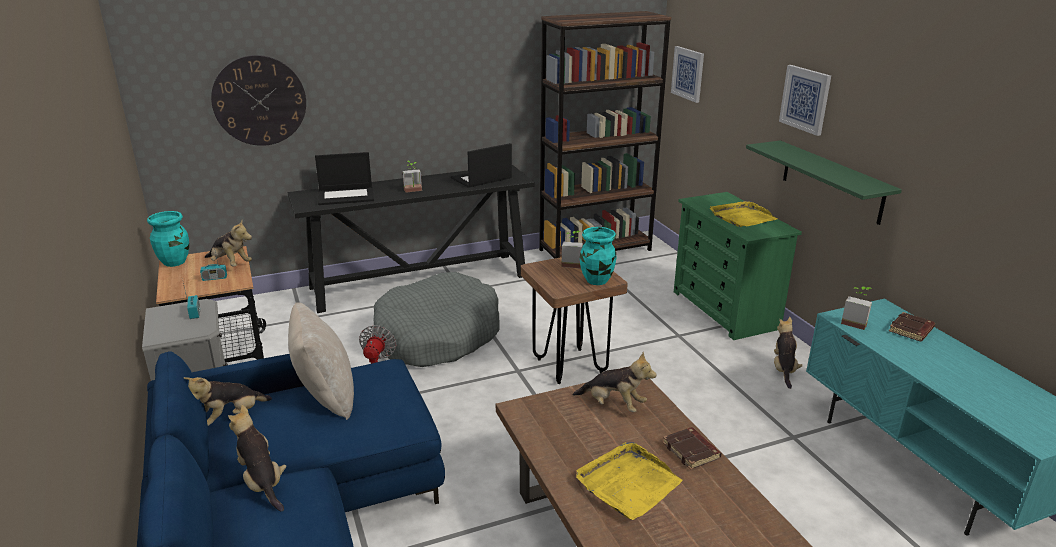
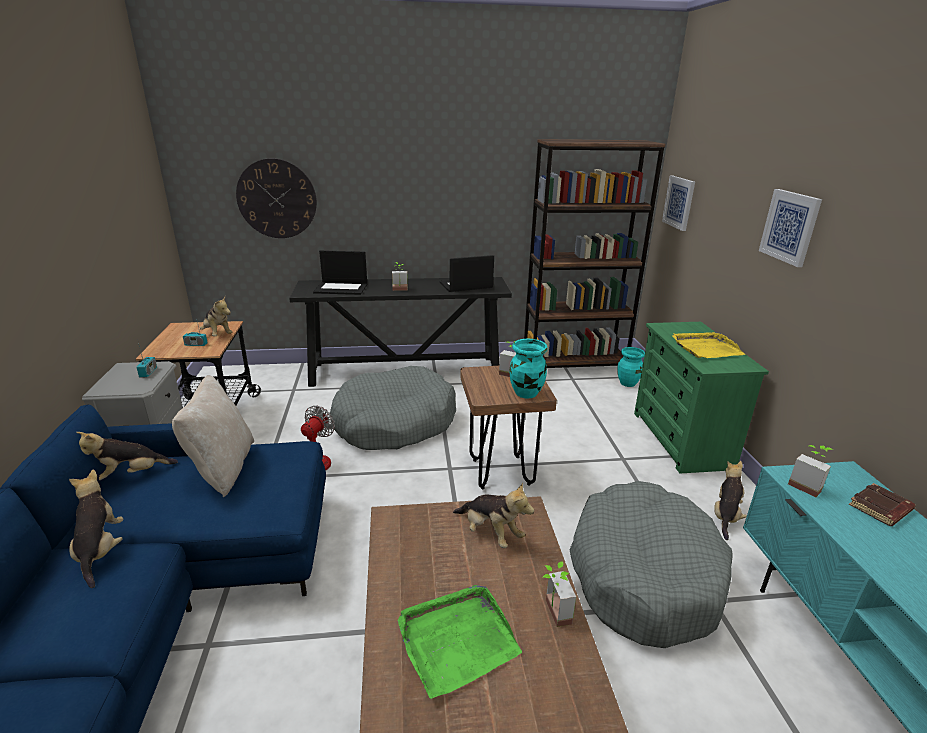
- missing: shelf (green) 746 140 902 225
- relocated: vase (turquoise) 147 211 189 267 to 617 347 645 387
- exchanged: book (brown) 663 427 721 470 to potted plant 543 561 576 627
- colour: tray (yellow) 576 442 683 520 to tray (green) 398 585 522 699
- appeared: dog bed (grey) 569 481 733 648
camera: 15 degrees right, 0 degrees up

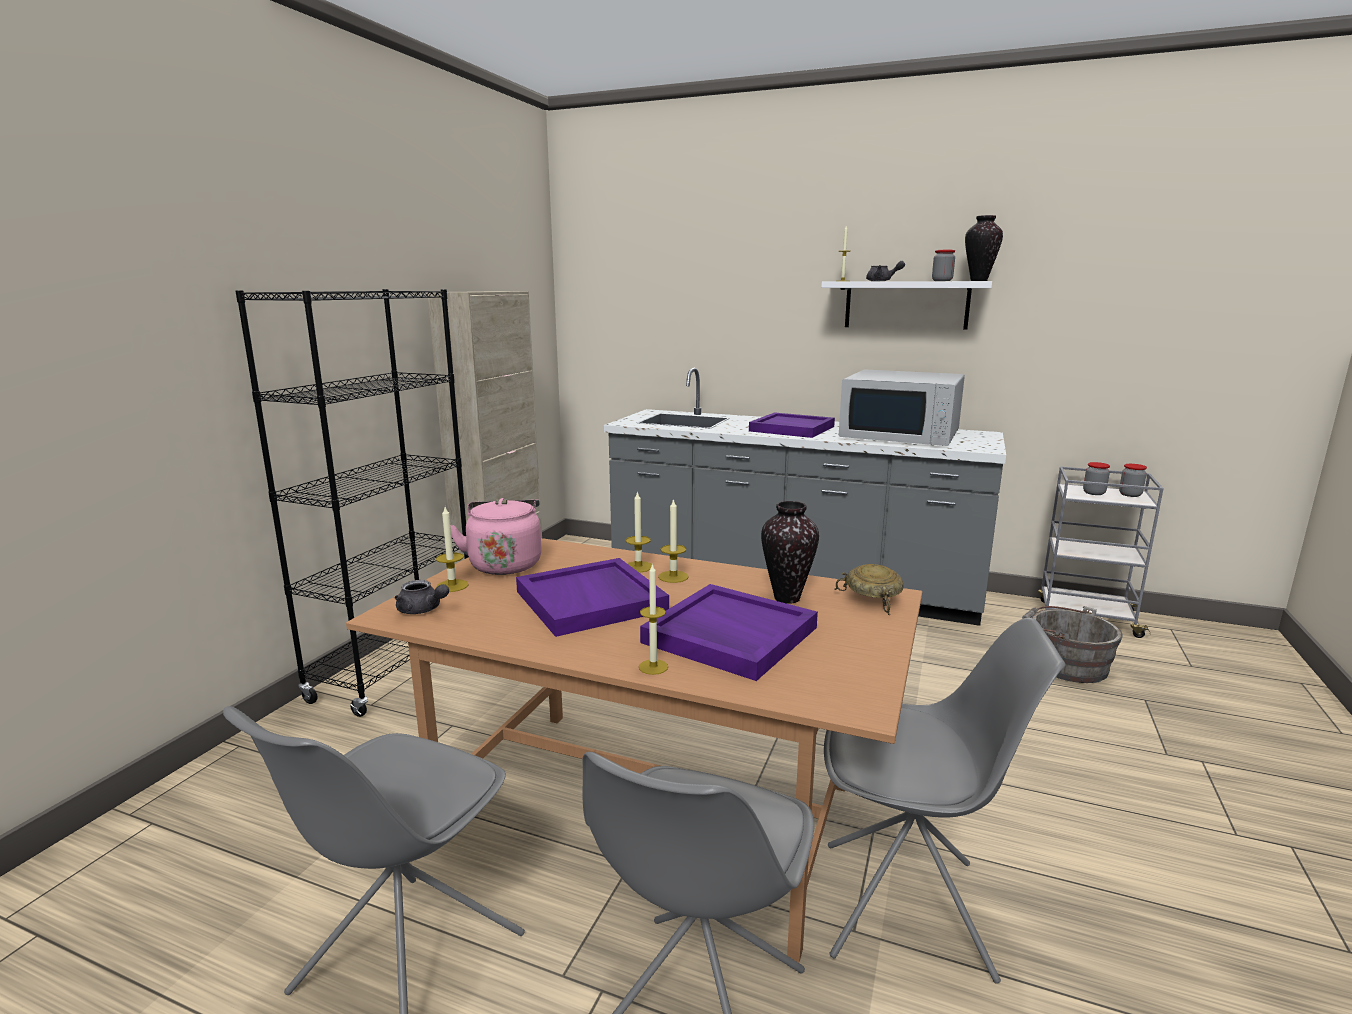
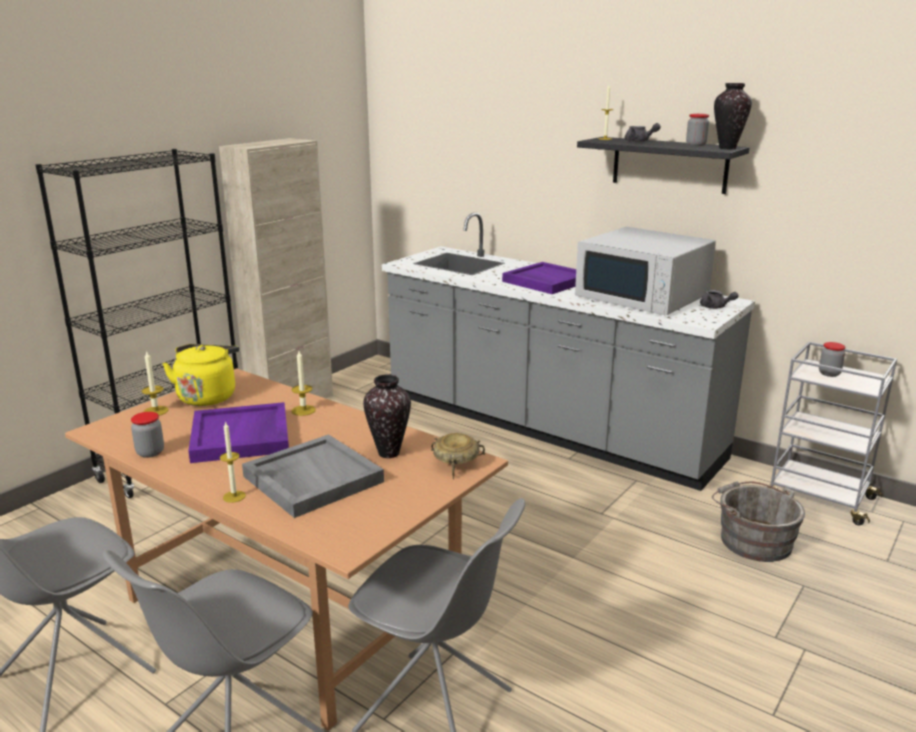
- colour: shelf (white) 821 281 992 330 to shelf (black) 577 137 750 194
- relocated: jar 1119 464 1147 497 to 131 412 164 458
- colour: kettle (pink) 450 498 542 575 to kettle (yellow) 162 344 240 406
- missing: candle 658 498 689 583
- relocated: teapot (grey) 395 580 449 614 to 700 290 739 309
- colour: tray (purple) 640 584 818 681 to tray (grey) 242 434 384 518
camera: 15 degrees right, 5 degrees up

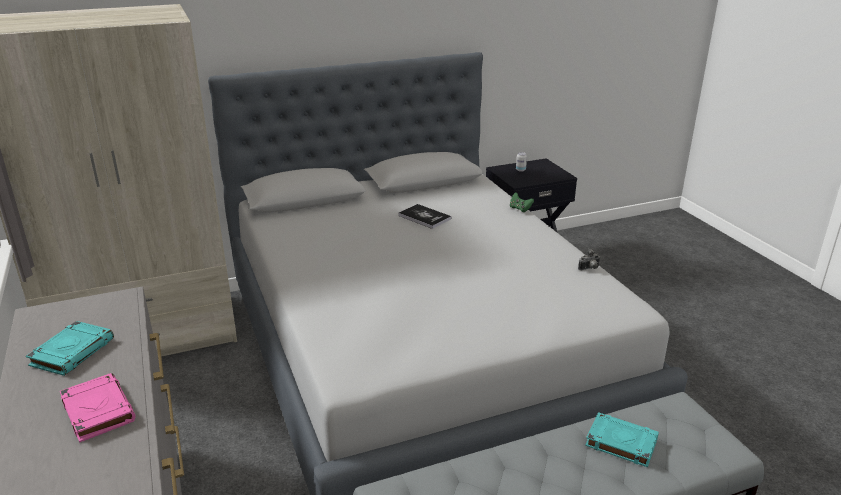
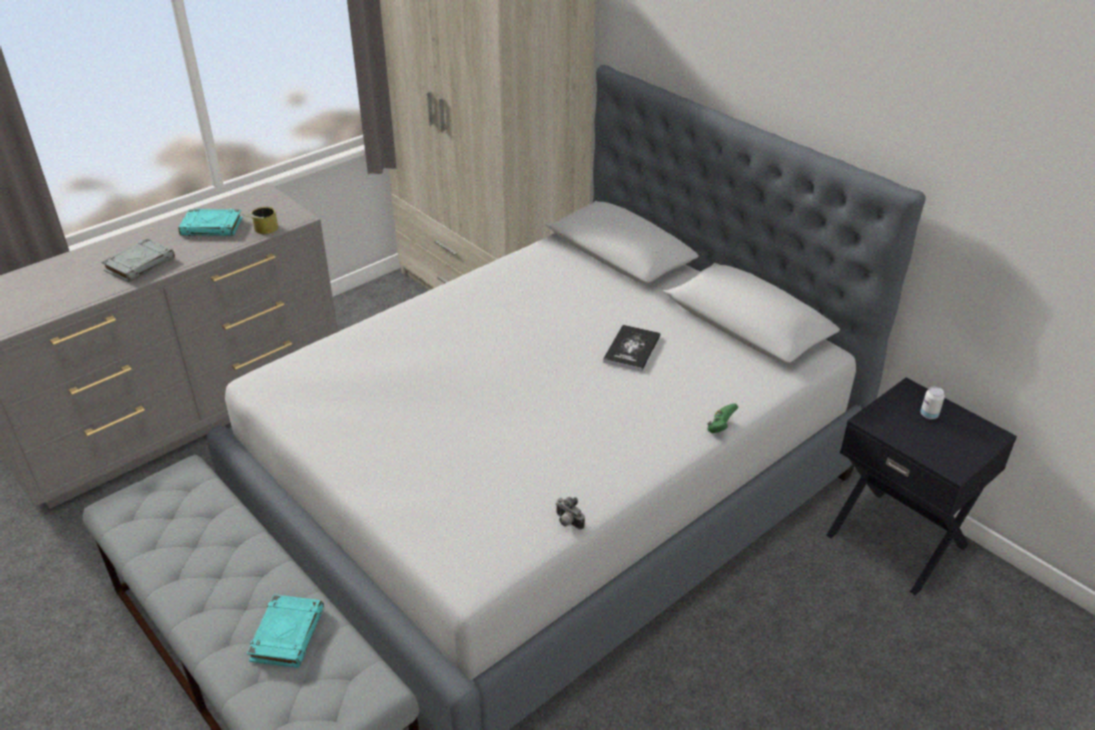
- colour: book (pink) 60 373 135 443 to book (grey) 101 238 175 282
- appeared: can 243 207 278 234
camera: 70 degrees right, 10 degrees up

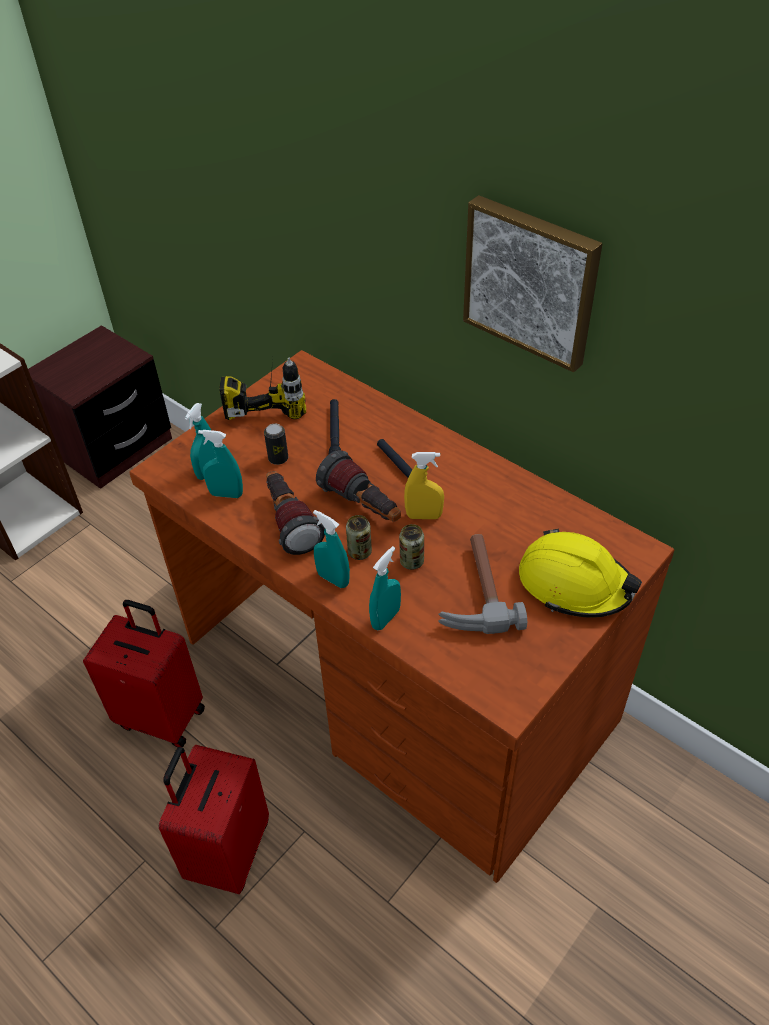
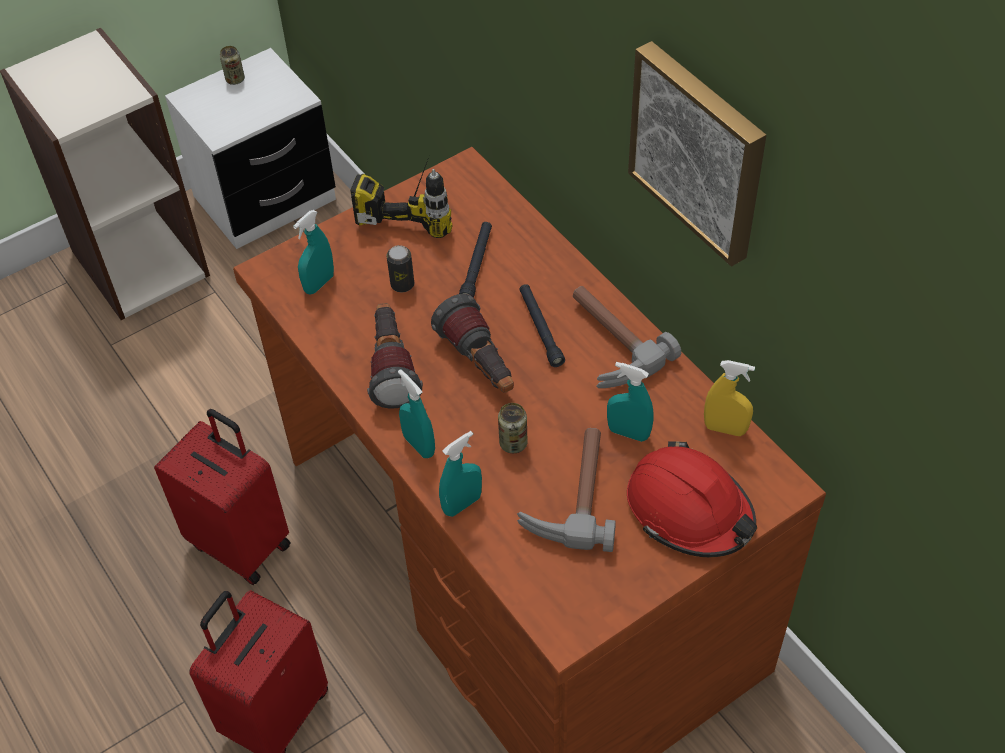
- colour: nightstand (brown) 28 325 172 489 to nightstand (white) 165 48 336 249
- relocated: spray bottle (turquoise) 198 430 243 498 to 607 362 654 442
- relocated: spray bottle (yellow) 404 452 444 519 to 704 360 755 436
- relocated: can 346 515 372 560 to 220 46 245 85
- colour: hard hat (yellow) 519 528 642 618 to hard hat (red) 627 441 757 557
- appeared: hammer 573 286 681 388
camera: 15 degrees right, 5 degrees up

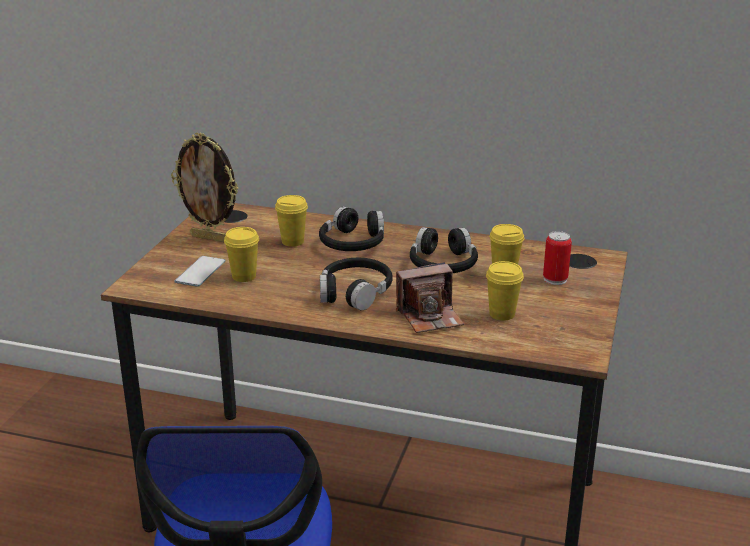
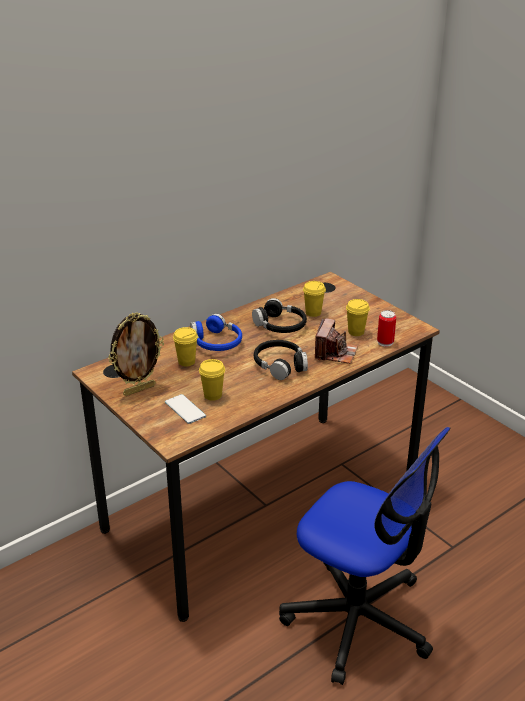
- colour: headphones (black) 319 206 384 251 to headphones (blue) 190 313 242 351
- relocated: can 543 231 572 285 to 377 310 396 347
camera: 55 degrees left, 5 degrees up

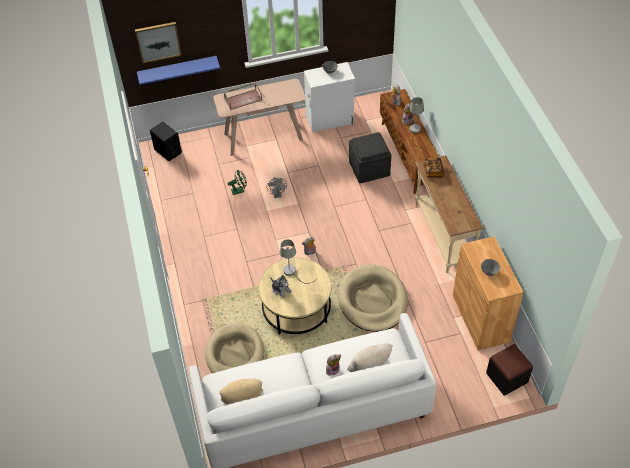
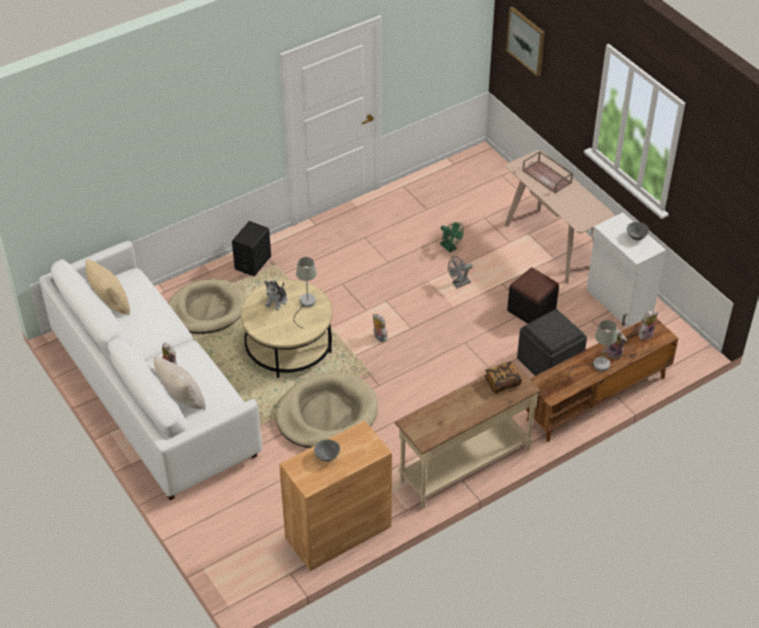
- missing: shelf (blue) 137 56 220 85
- relocated: speaker (black) 150 122 182 161 to 232 221 271 276
- relocated: ottoman (black) 486 344 533 396 to 507 267 559 324
camera: 70 degrees right, 5 degrees down

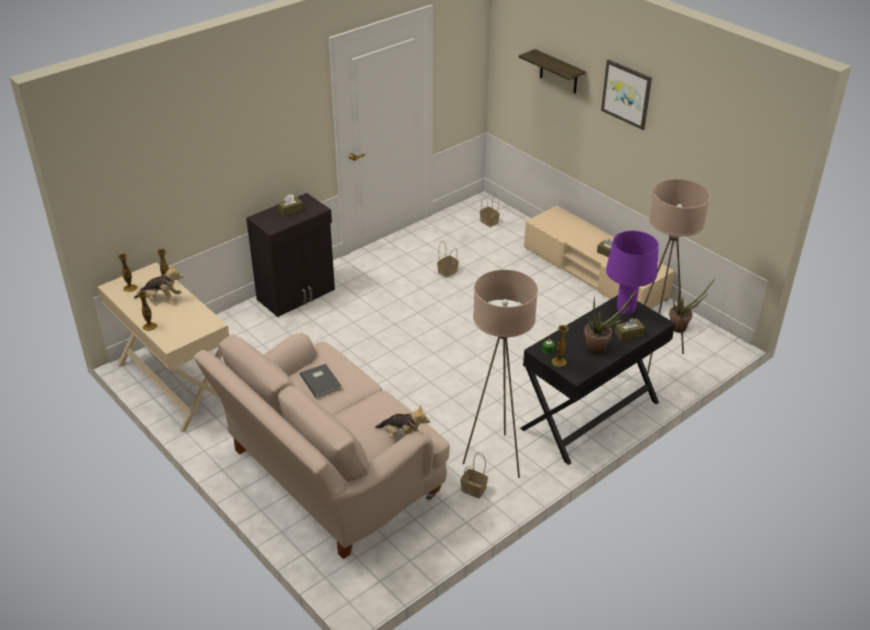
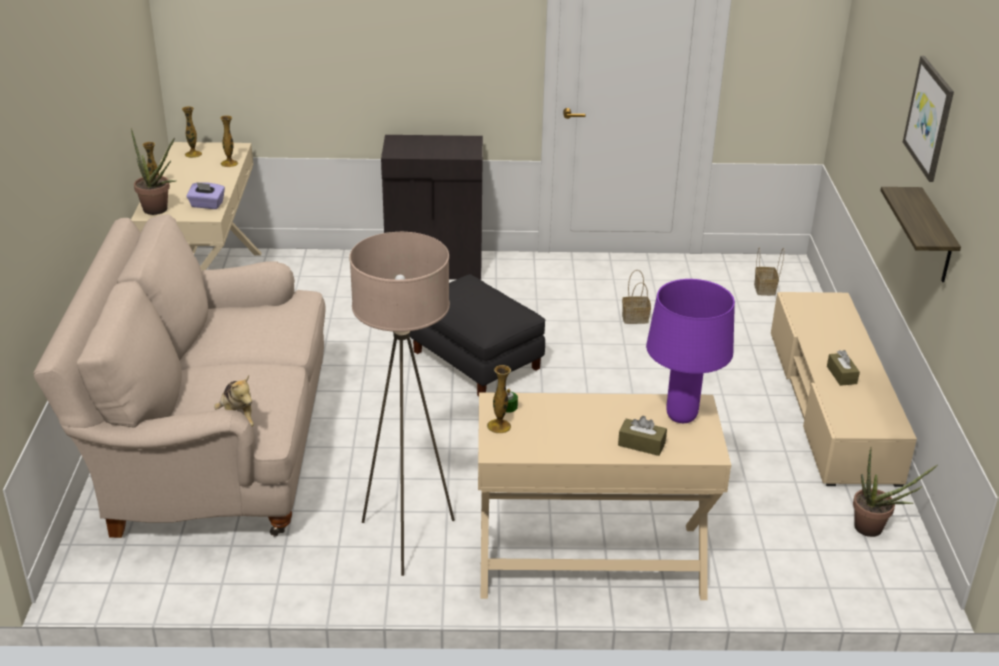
- relocated: shelf 519 49 586 94 to 880 187 961 282
- missing: floor lamp (beige) 644 179 710 374
- missing: tissue box (brown) 278 194 303 216
- missing: plush toy 134 264 183 301
- relocated: potted plant 584 290 637 355 to 131 128 177 215
- colour: console table (black) 520 295 675 465 to console table (beige) 478 392 731 600
- missing: book (grey) 300 364 342 398
- missing: basket 461 452 488 498
- appeared: tissue box (purple) 186 182 225 209
- appeared: ottoman (black) 410 274 545 396
camera: 40 degrees right, 5 degrees down

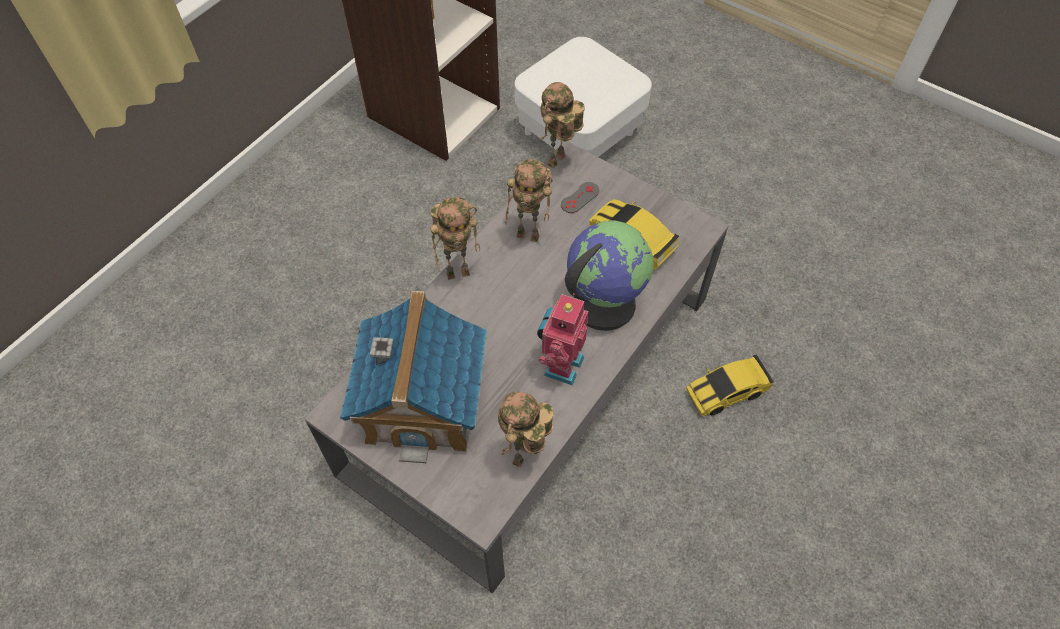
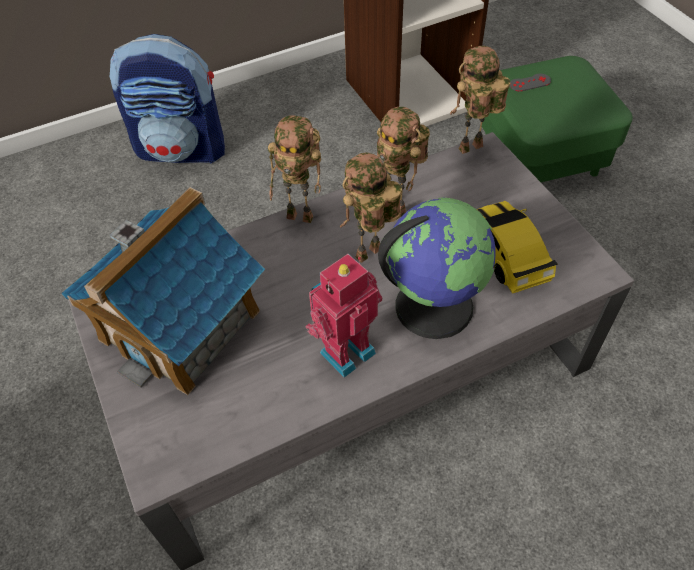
- colour: ottoman (white) 515 37 652 157 to ottoman (green) 482 56 633 182
- relocated: game controller (grey) 561 182 599 213 to 510 74 551 92
- missing: toy car 686 354 774 416
- relocated: toy robot 498 392 554 467 to 340 153 402 263
- appeared: backpack 110 34 225 164
camera: 30 degrees right, 5 degrees down

